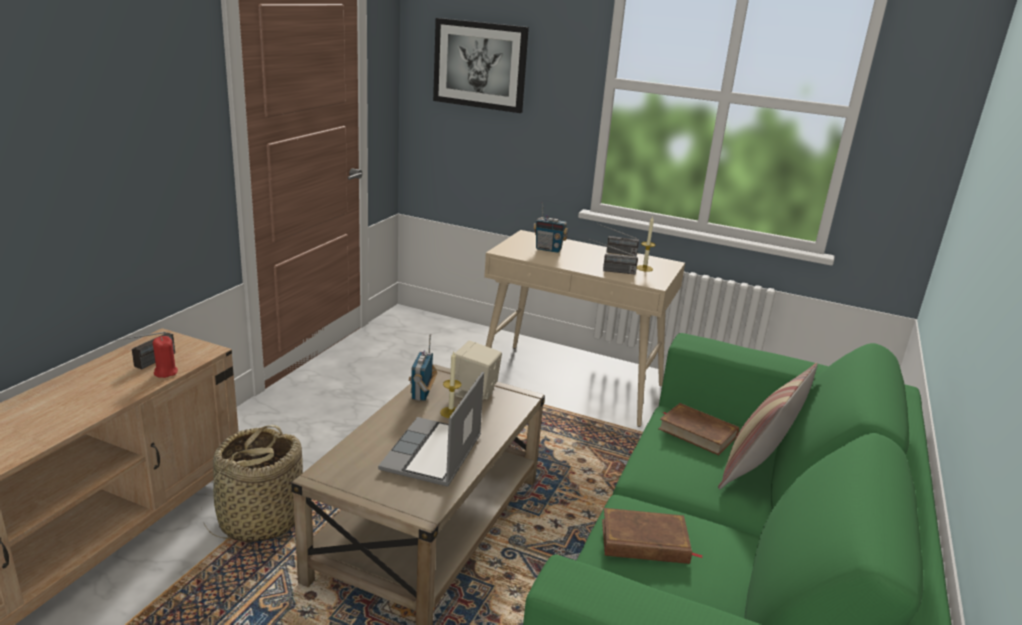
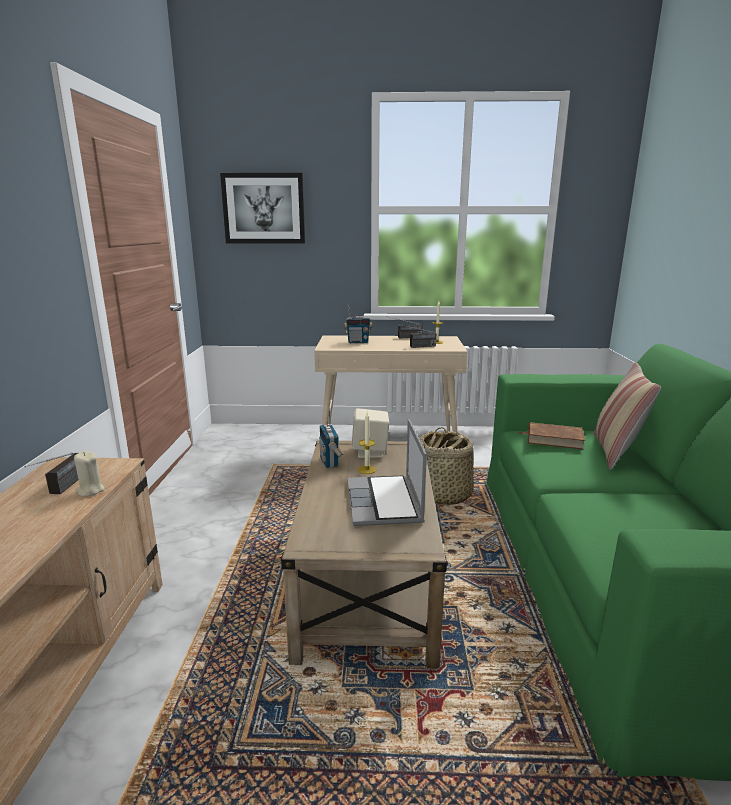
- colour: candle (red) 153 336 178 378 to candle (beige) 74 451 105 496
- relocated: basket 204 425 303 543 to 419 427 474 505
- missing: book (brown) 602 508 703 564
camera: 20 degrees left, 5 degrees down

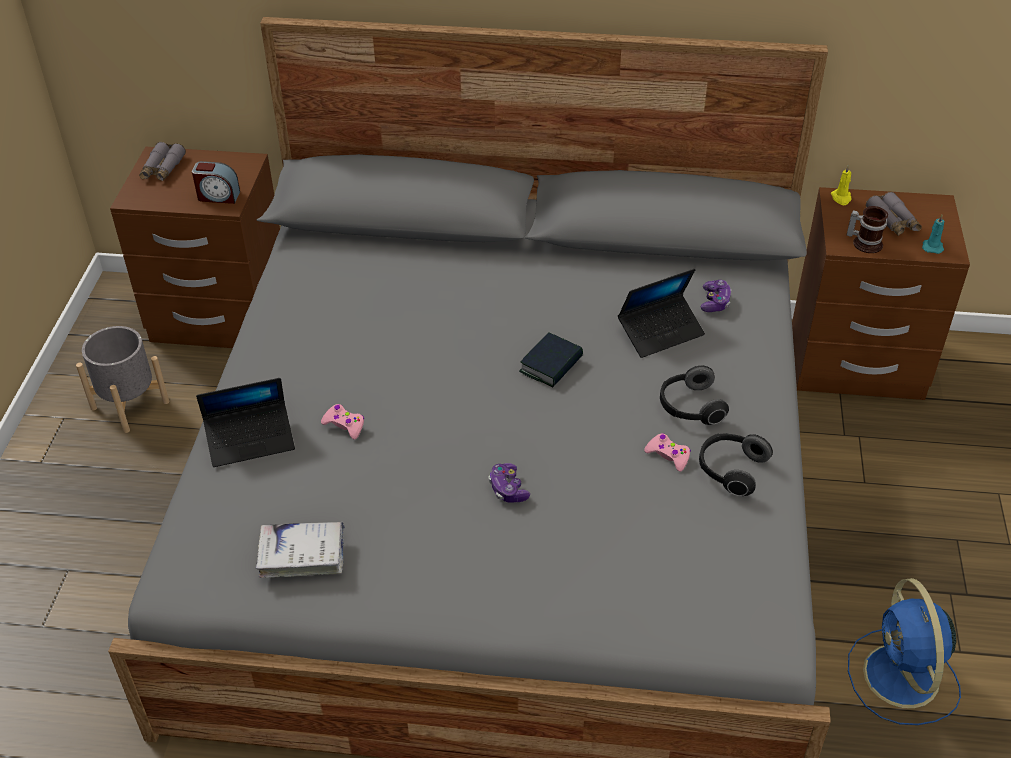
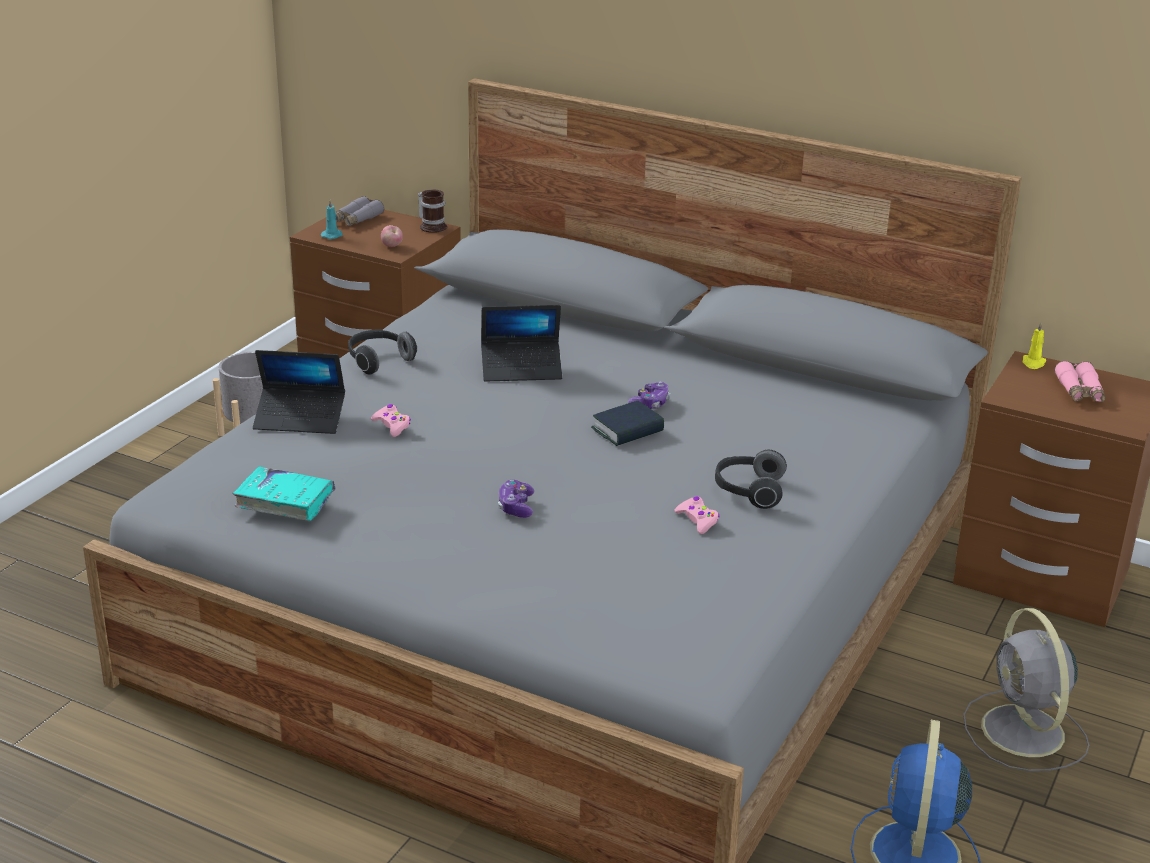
- exchanged: alarm clock 192 161 240 204 to apple 381 225 403 247
- colour: binoculars (grey) 866 192 922 236 to binoculars (pink) 1054 361 1105 402
- relocated: mug 847 206 888 253 to 418 190 447 233
- relocated: candle (turquoise) 922 215 944 254 to 321 199 343 239
- relocated: laptop 618 269 705 358 to 481 305 562 382
- relocated: game controller 700 280 731 312 to 628 381 670 409
- relocated: headphones 699 433 773 496 to 348 329 417 375
- colour: book (white) 256 522 345 578 to book (turquoise) 233 466 335 521
- appeared: fan (grey) 963 608 1089 771
camera: 20 degrees right, 15 degrees down

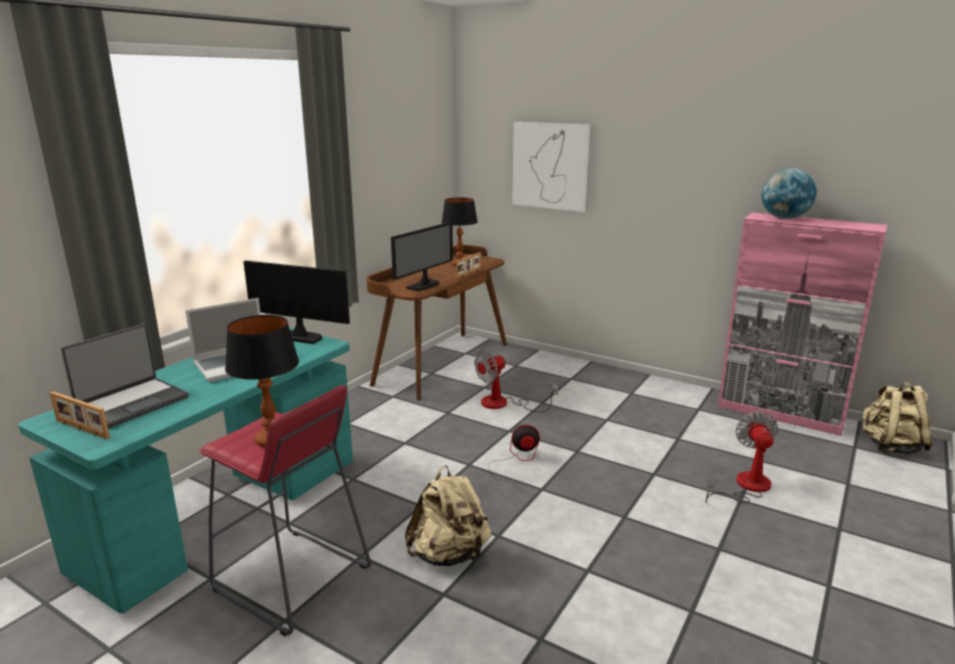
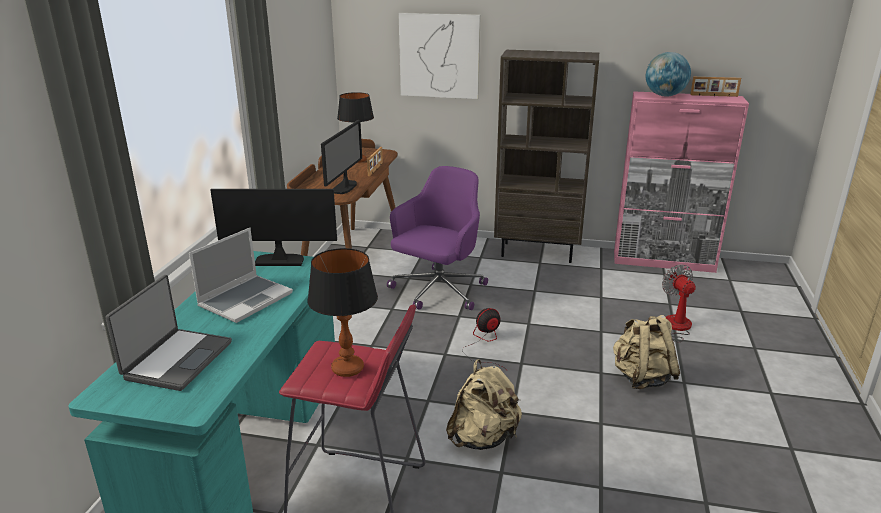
- exchanged: fan 474 351 558 412 to office chair (purple) 387 166 488 310
- relocated: backpack (beige) 863 382 932 454 to 613 315 680 389
- relocated: picture frame 50 392 110 439 to 690 77 741 97
- appeared: bookcase (brown) 494 50 599 263
camera: 20 degrees left, 5 degrees up

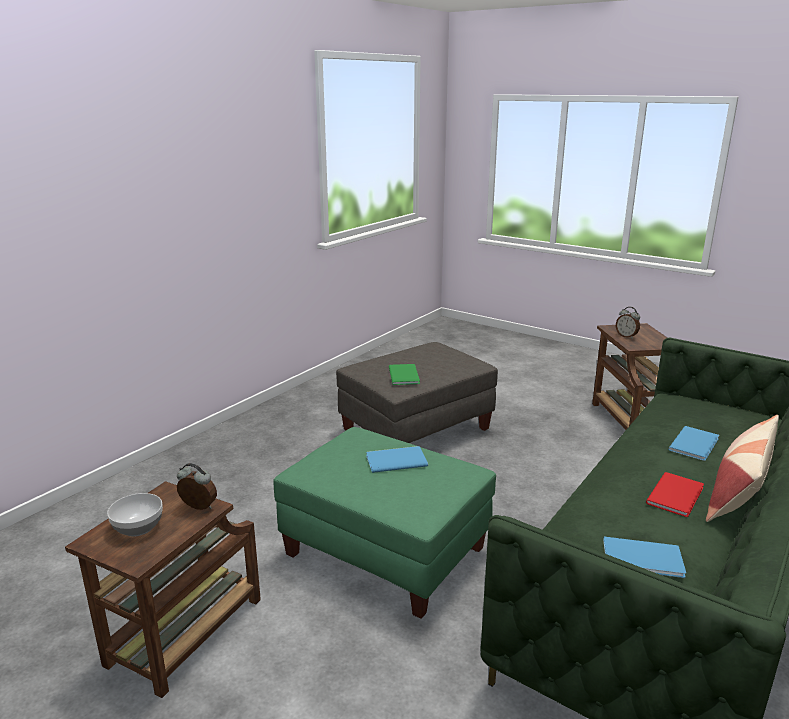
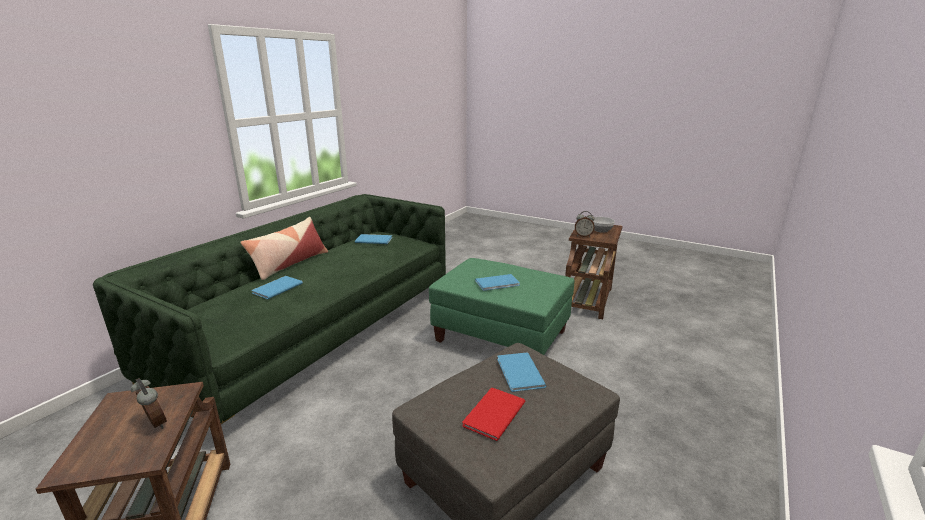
- colour: book (green) 389 364 420 385 to book (blue) 497 352 546 392
- relocated: book (red) 646 472 704 517 to 462 388 525 441
camera: 175 degrees right, 0 degrees up

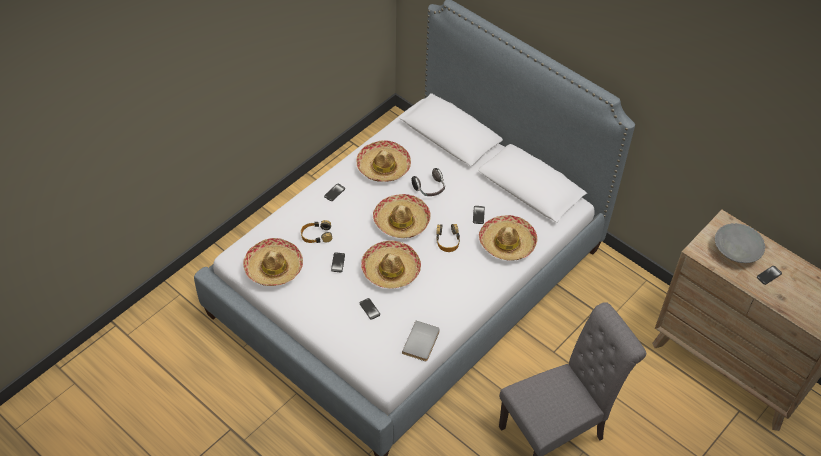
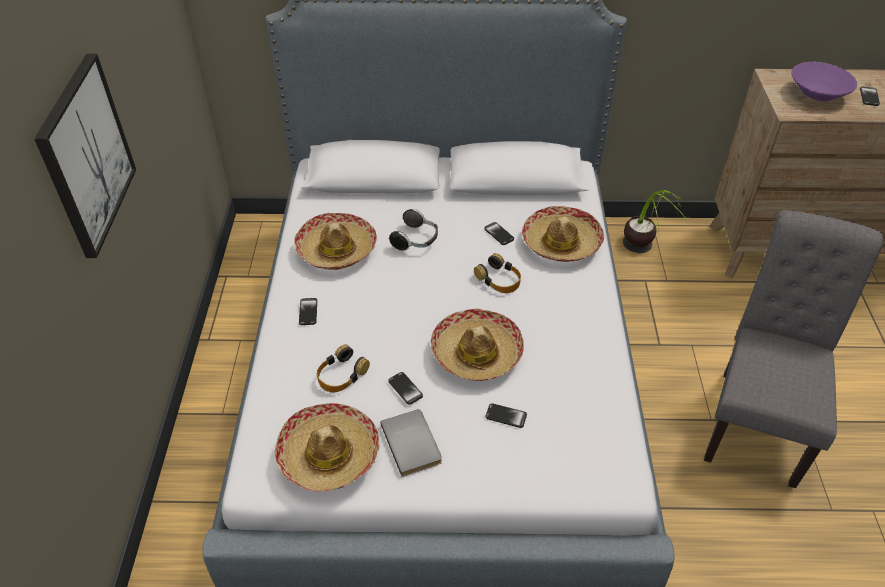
- missing: hat 373 194 431 238
- colour: bowl (grey) 715 223 765 263 to bowl (purple) 791 62 857 101
- relocated: book (grey) 402 321 440 362 to 380 409 442 477
- appeared: picture 34 54 136 258
- appeared: potted plant 623 190 687 253
camera: 40 degrees left, 5 degrees down

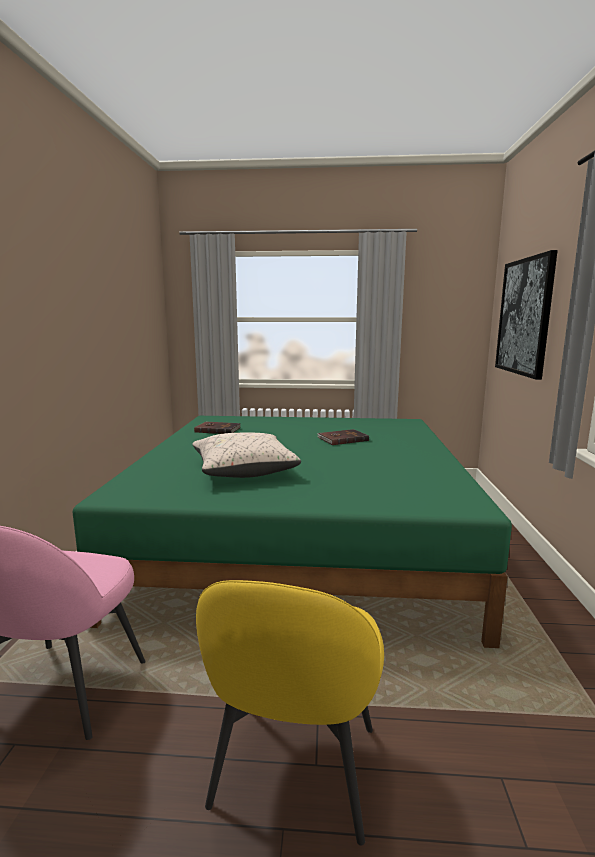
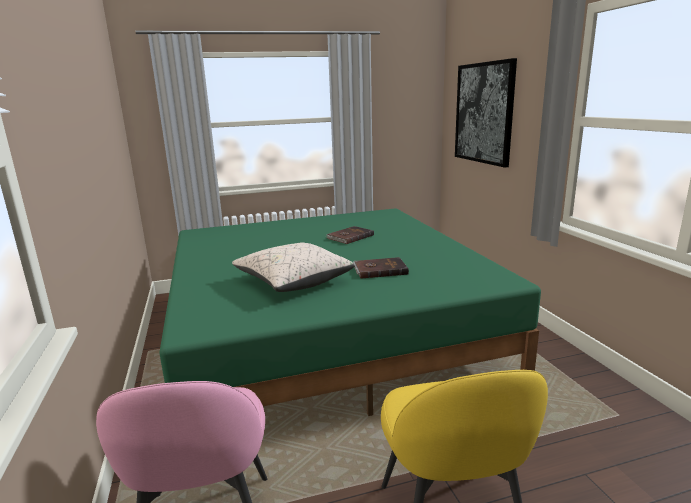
- relocated: book (brown) 194 422 241 434 to 353 257 409 279
camera: 20 degrees left, 5 degrees up

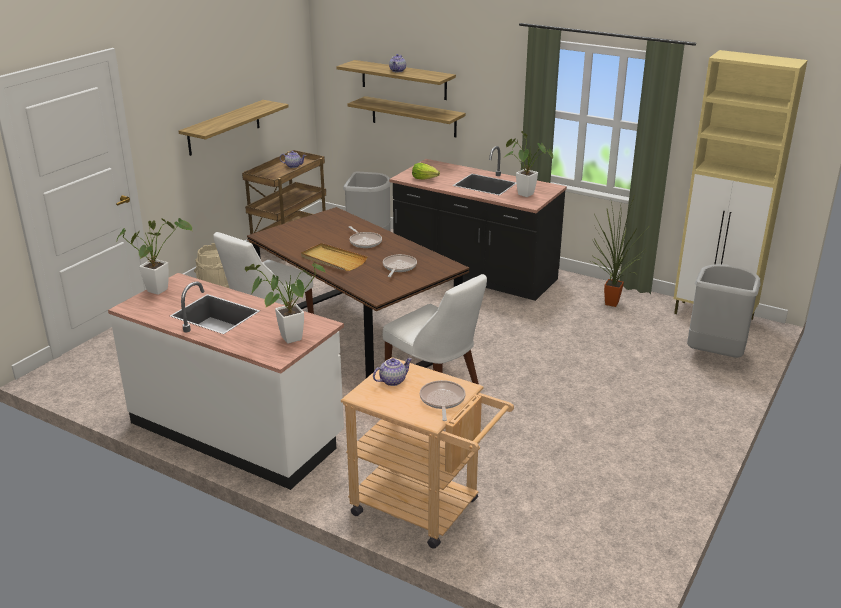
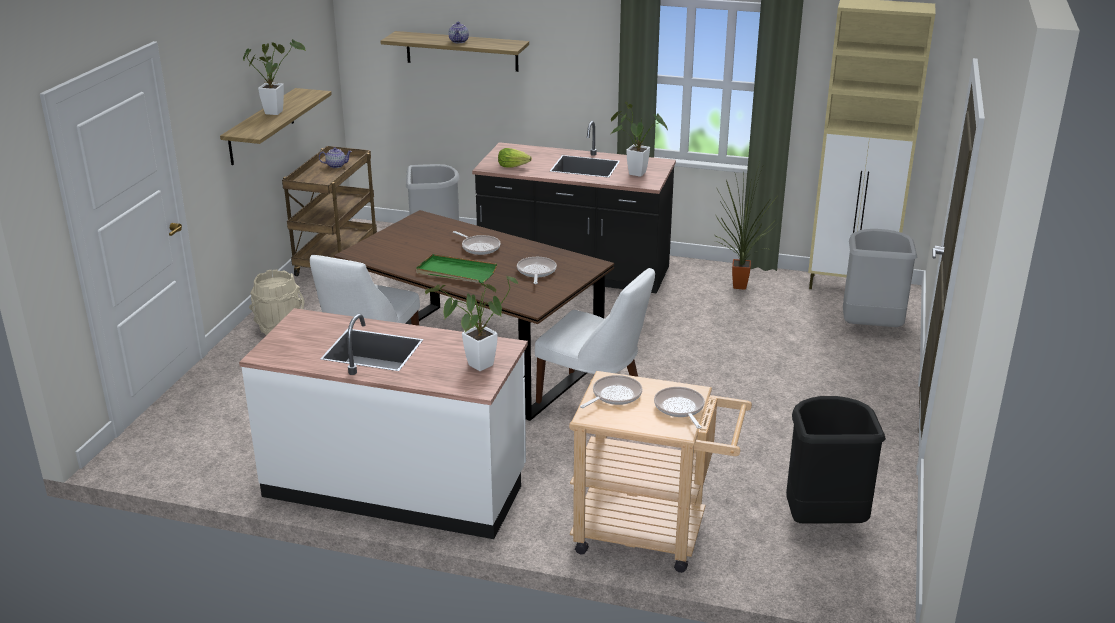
- missing: shelf 347 96 466 137
- relocated: potted plant 117 218 192 295 to 243 39 306 115
- colour: tray (beige) 301 243 367 271 to tray (green) 416 254 497 283
- exchanged: teapot 373 358 412 386 to frying pan 580 375 642 408
- appeared: trash can (black) 786 396 886 523
camera: 15 degrees left, 0 degrees up

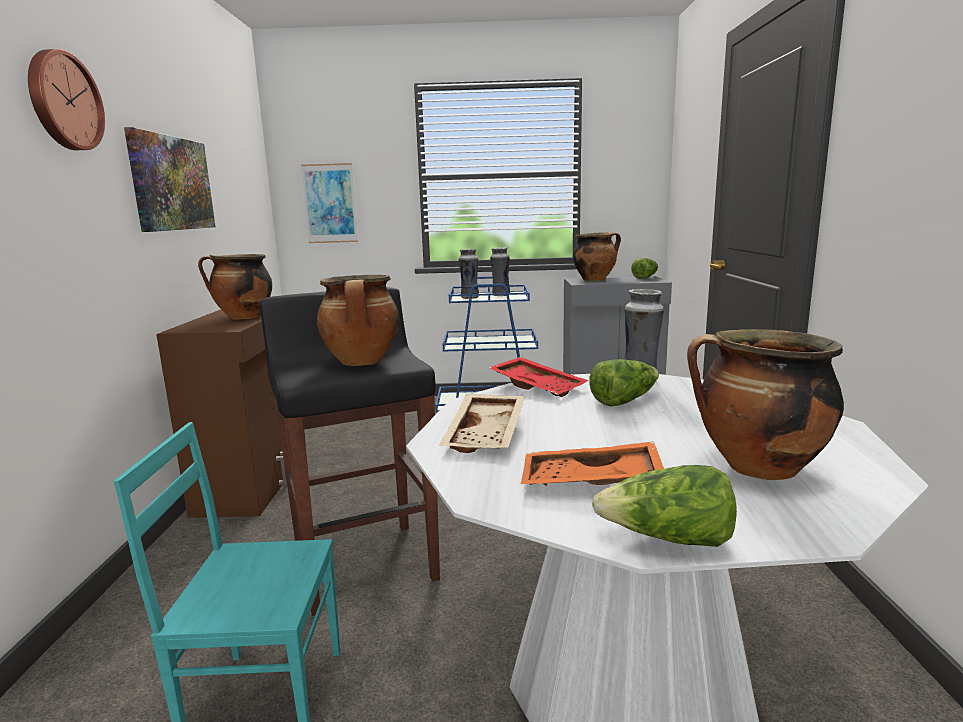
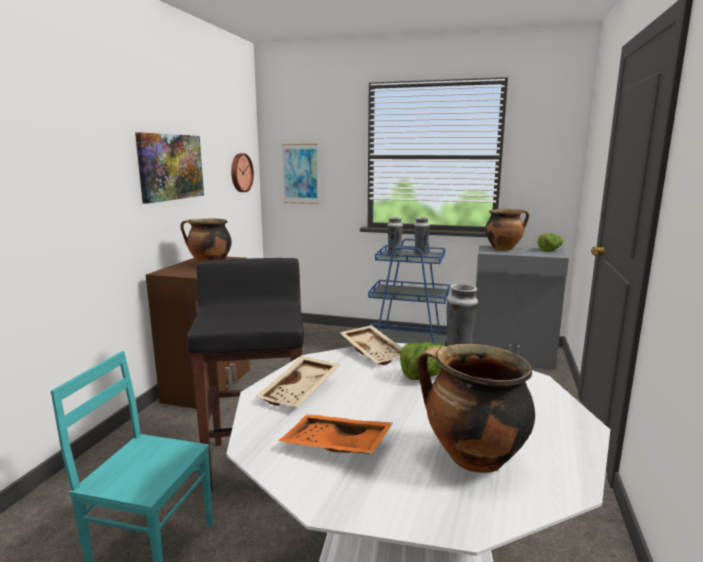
- relocated: wall clock 28 49 105 150 to 231 153 254 192
- missing: cooking pot 317 275 399 366
- colour: tray (red) 489 357 589 397 to tray (beige) 340 325 402 365
- missing: lettuce 592 465 737 547
camera: 15 degrees right, 0 degrees up

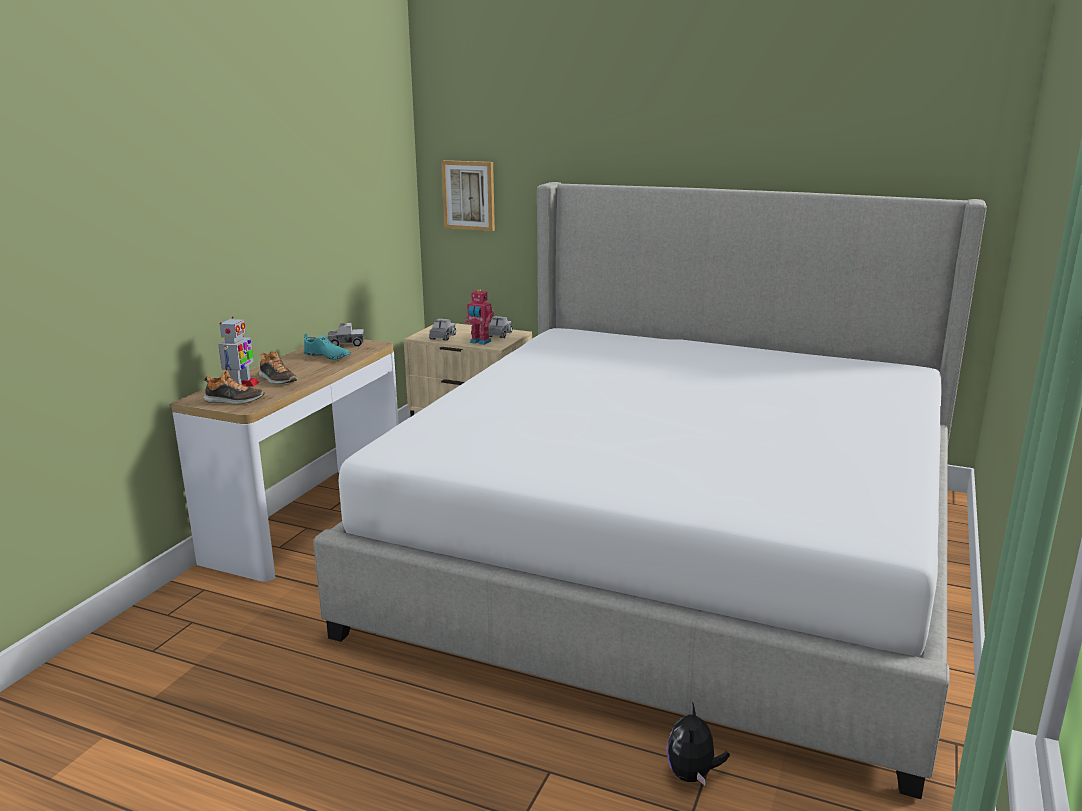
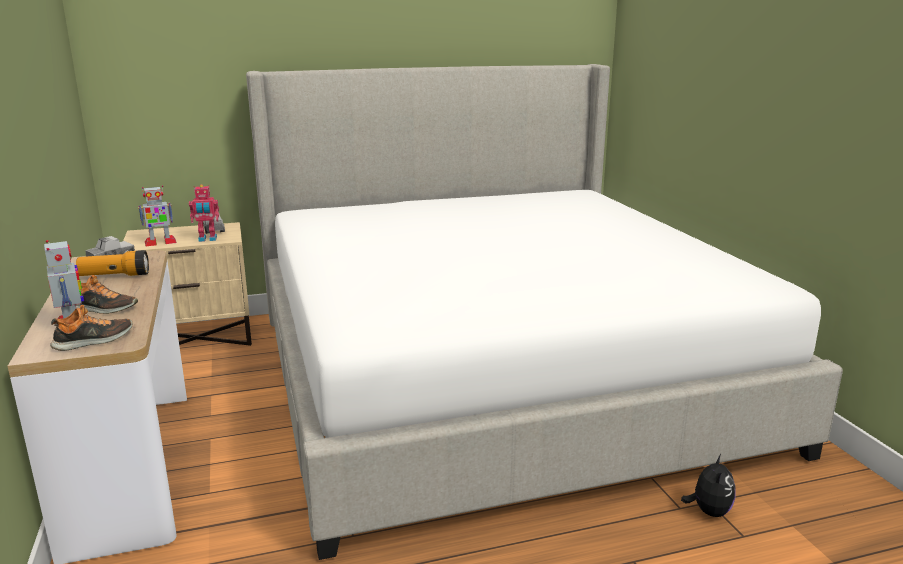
- missing: picture 441 160 495 231
- exchanged: toy truck 429 319 456 341 to toy robot 138 185 177 247
- exchanged: shoe (turquoise) 304 334 351 360 to flashlight 76 250 149 276
- spun: plush toy 667 702 730 786 = 681 454 736 517 135 degrees counterclockwise
camera: 40 degrees left, 0 degrees up

